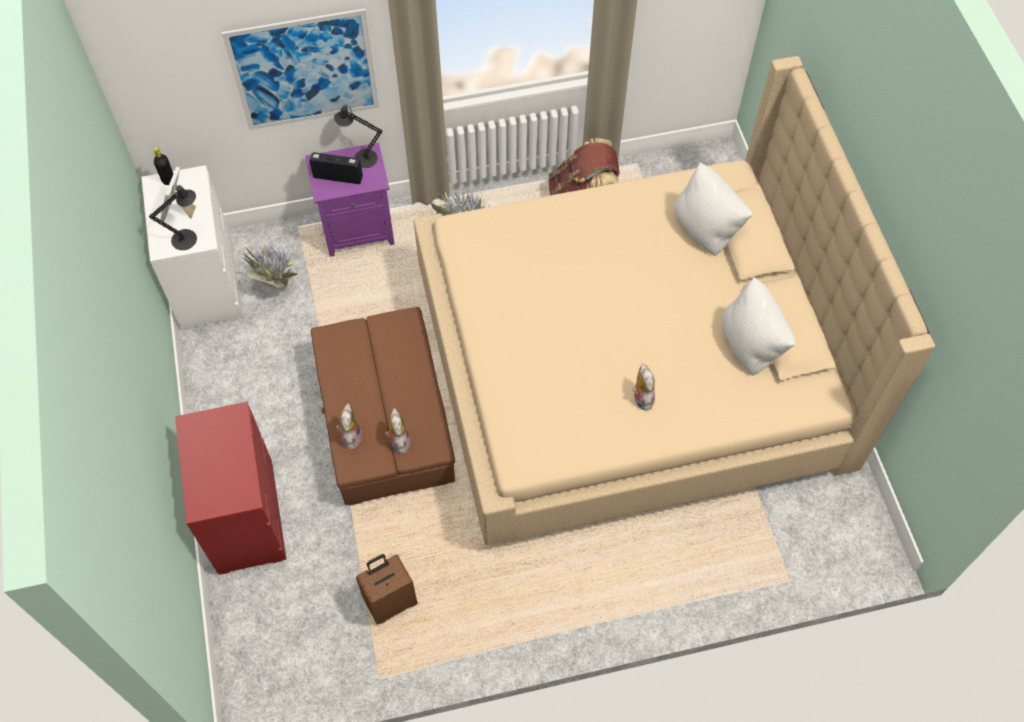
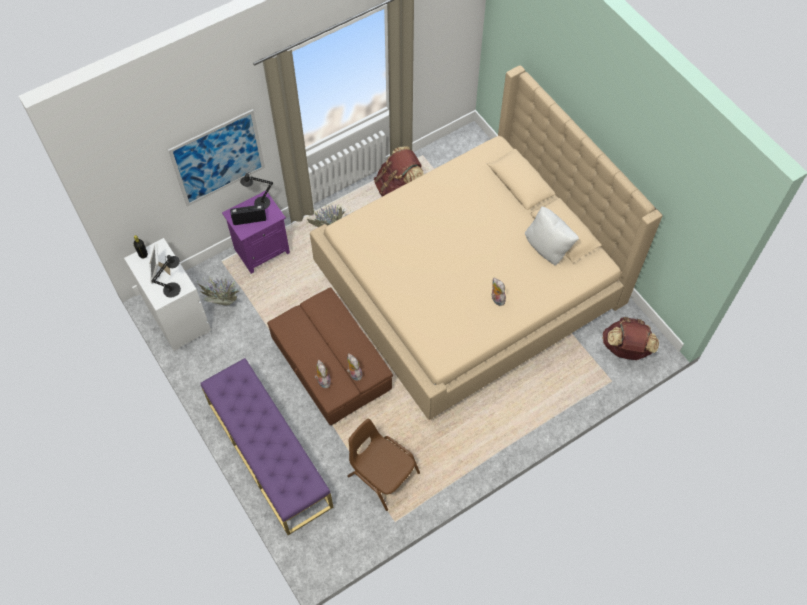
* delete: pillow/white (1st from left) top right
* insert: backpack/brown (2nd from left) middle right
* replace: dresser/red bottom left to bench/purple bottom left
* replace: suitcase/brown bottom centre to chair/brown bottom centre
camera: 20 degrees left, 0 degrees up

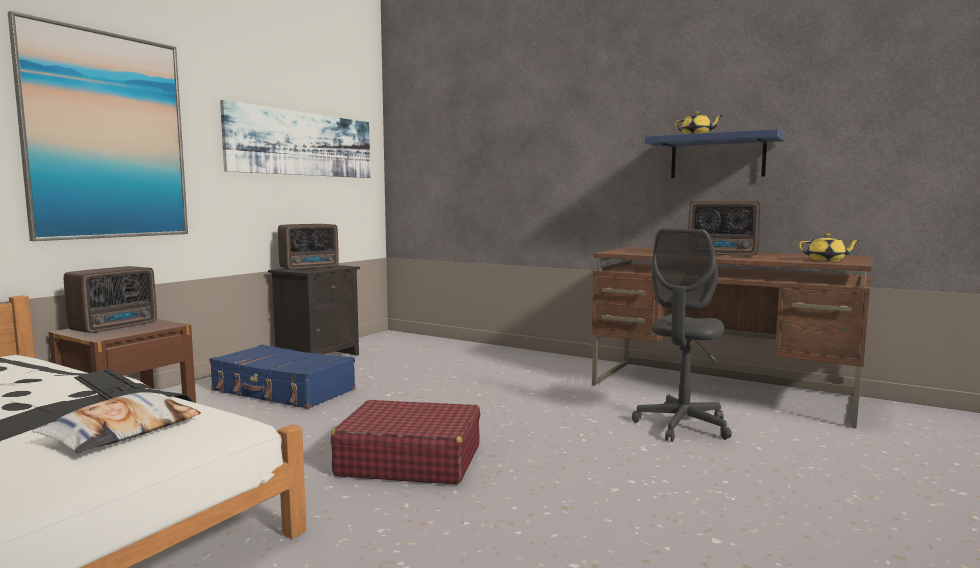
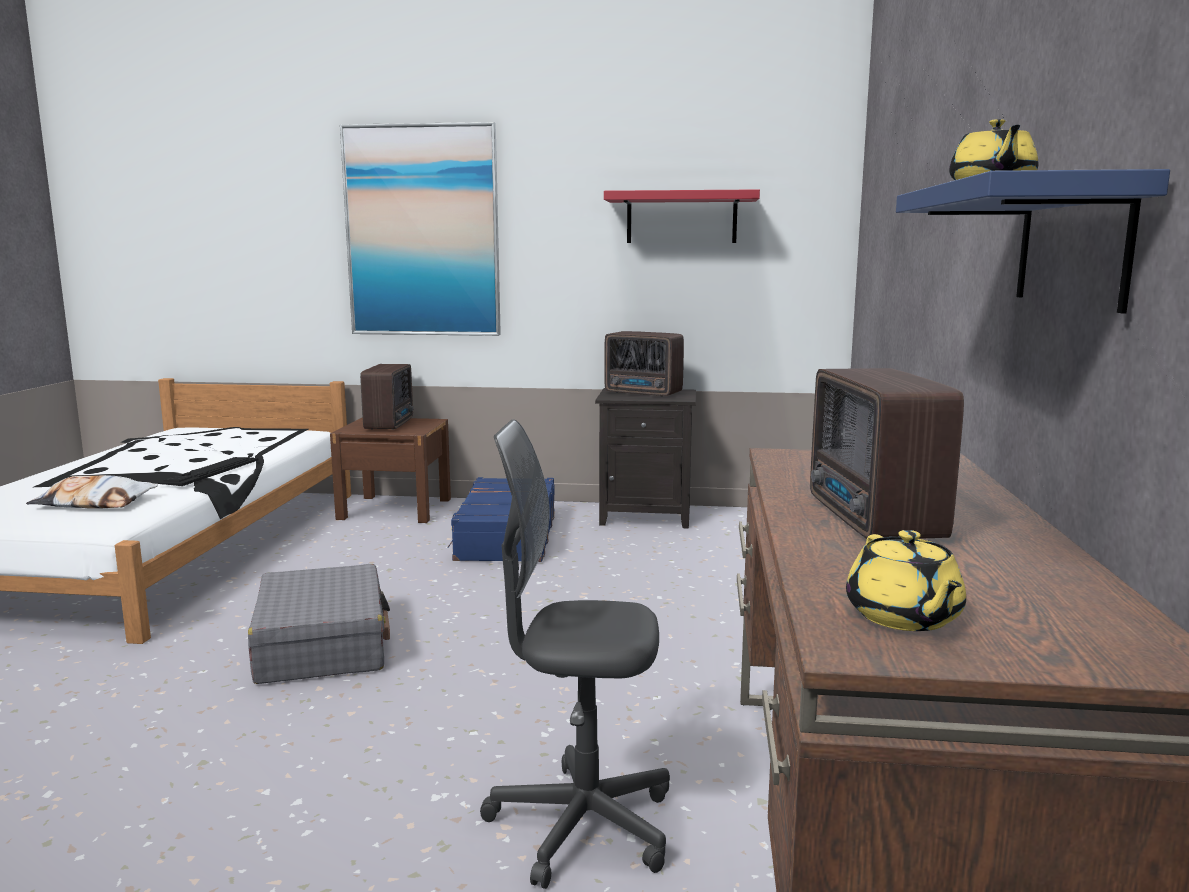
* replace: picture (2nd from left) top left to shelf/red top centre
* recolor: suitcase/red bottom centre to suitcase/grey bottom left
* rotate: radio (1st from left) middle left = middle left 90 degrees counterclockwise
camera: 65 degrees right, 5 degrees up

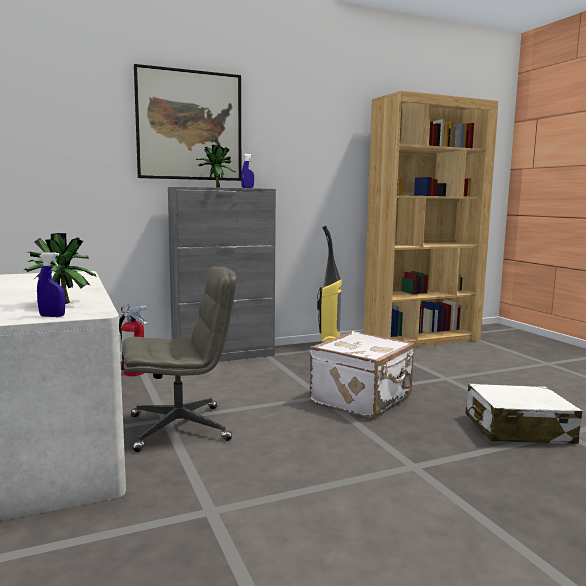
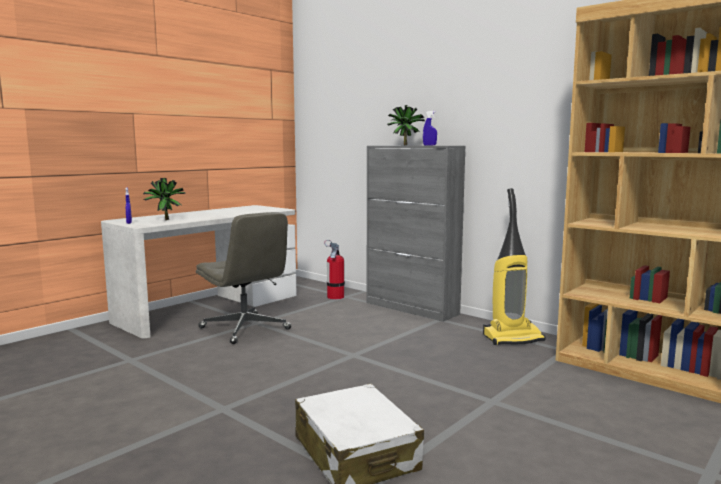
* delete: picture top left
* delete: suitcase/white (1st from left) centre
camera: 65 degrees right, 0 degrees up

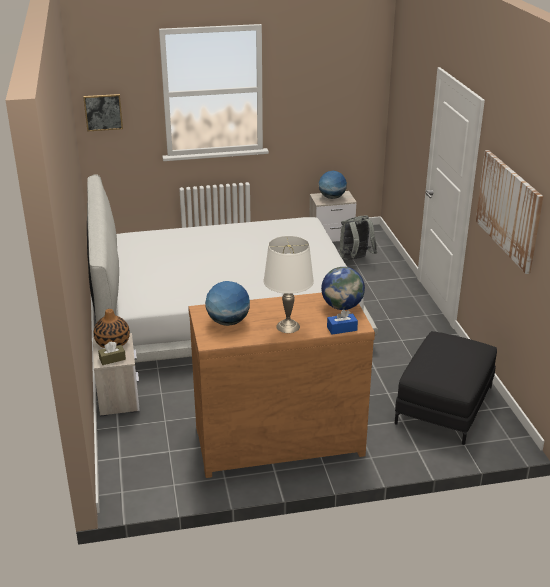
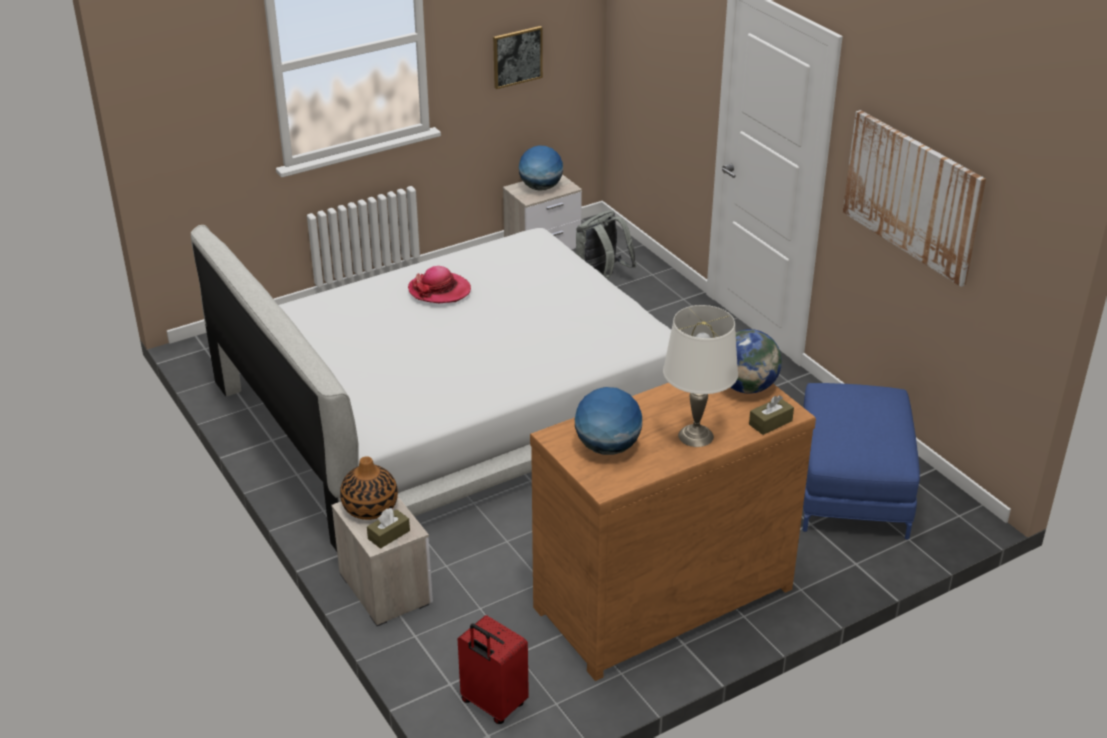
* insert: hat centre
* insert: suitcase/red bottom centre
* move: picture (1st from left) top left to top centre
* recolor: tissue box/blue centre to tissue box/brown (2nd from left) middle right
* recolor: ottoman/black middle right to ottoman/blue middle right
camera: 20 degrees left, 5 degrees up

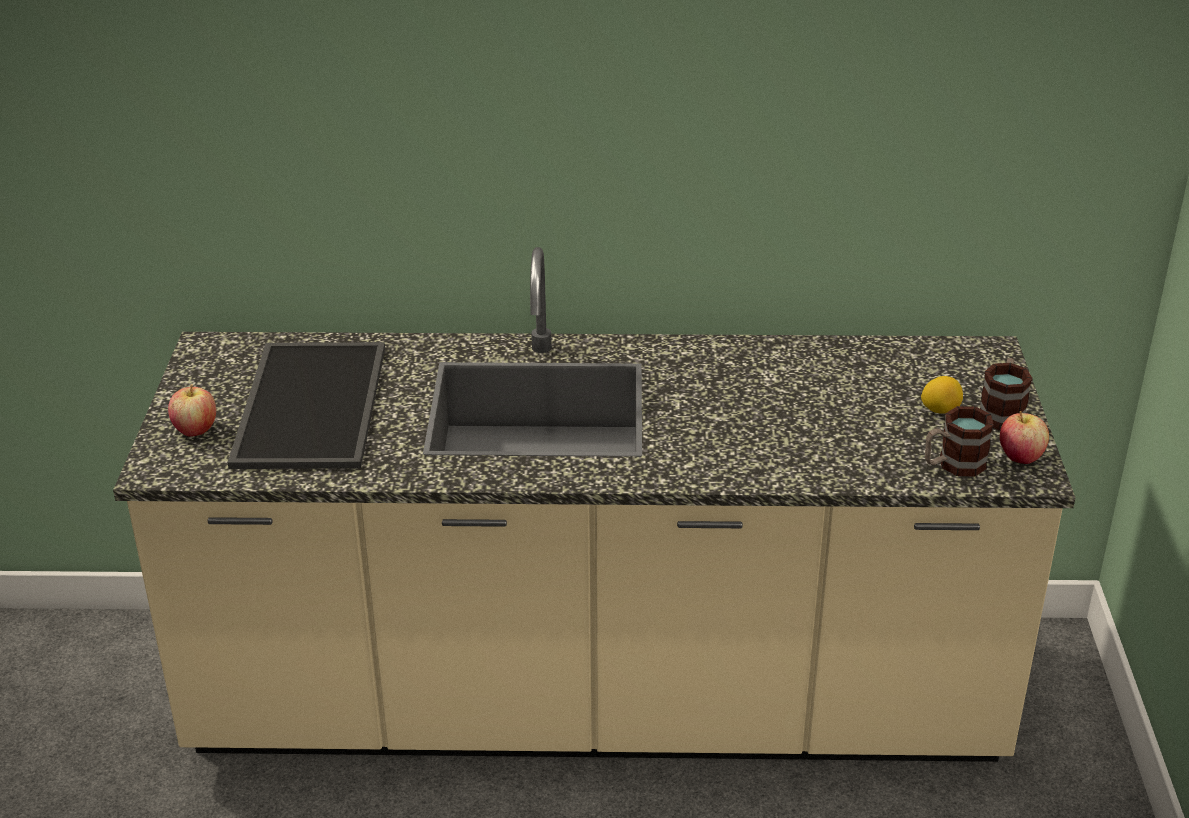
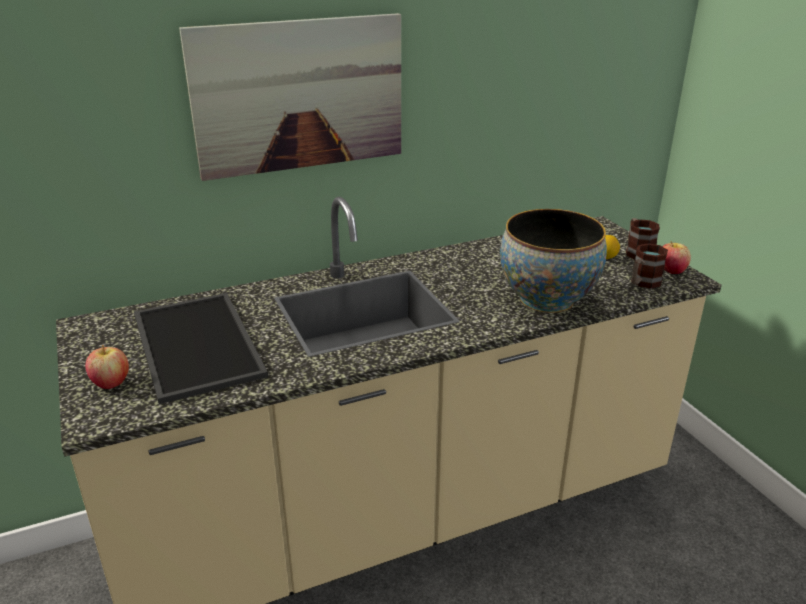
* insert: picture top centre
* insert: bowl middle right
camera: 25 degrees left, 5 degrees down

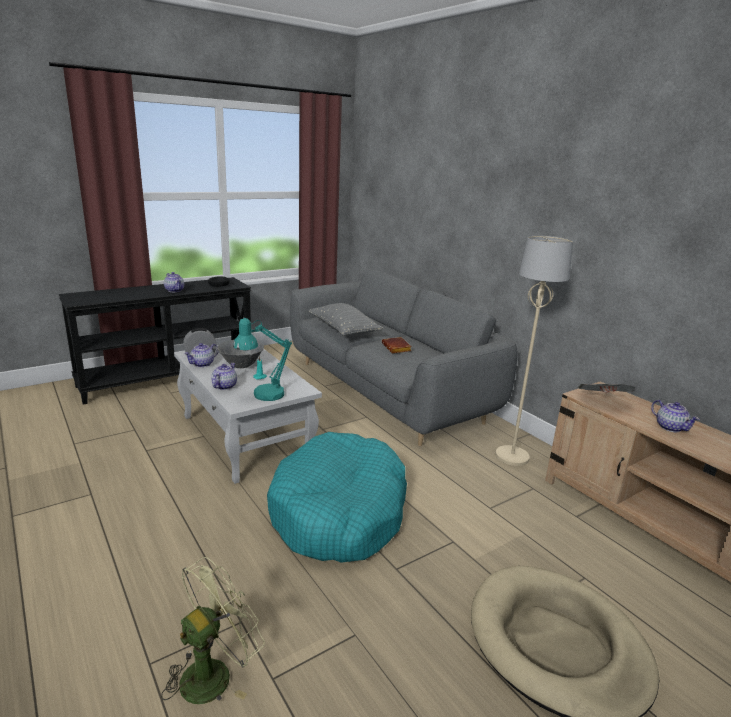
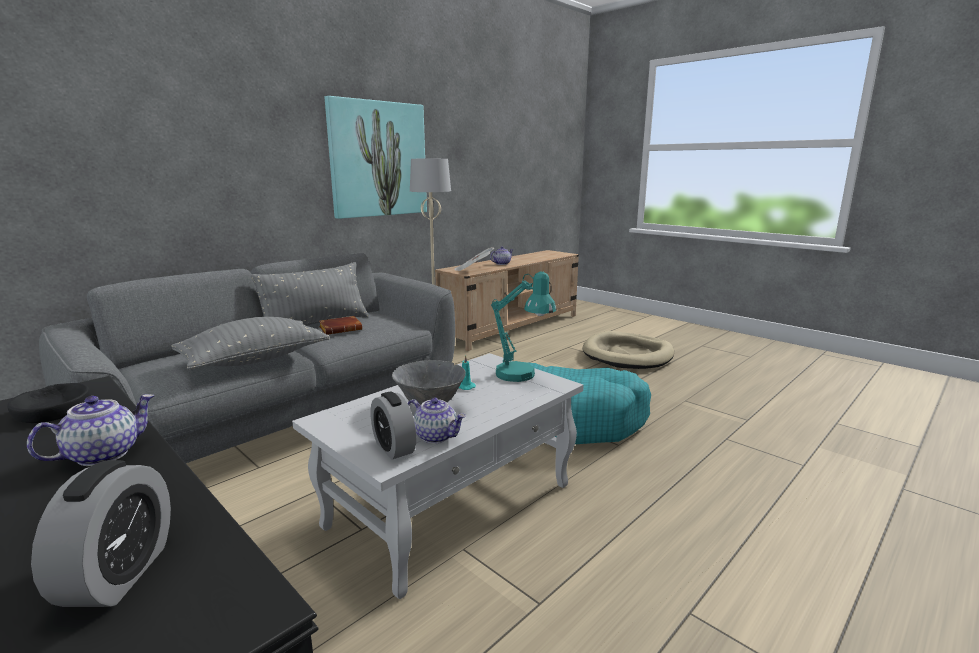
* delete: fan/green bottom left
* delete: teapot (3rd from left) middle left
* insert: alarm clock (1st from left) bottom left
* insert: pillow/grey (2nd from left) middle left
* insert: picture top centre
camera: 100 degrees left, 5 degrees down

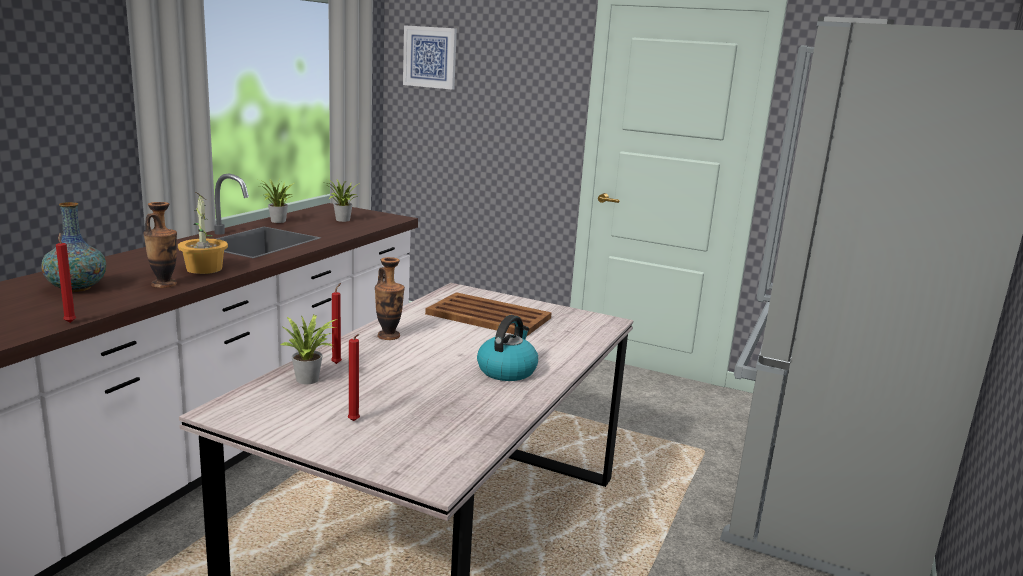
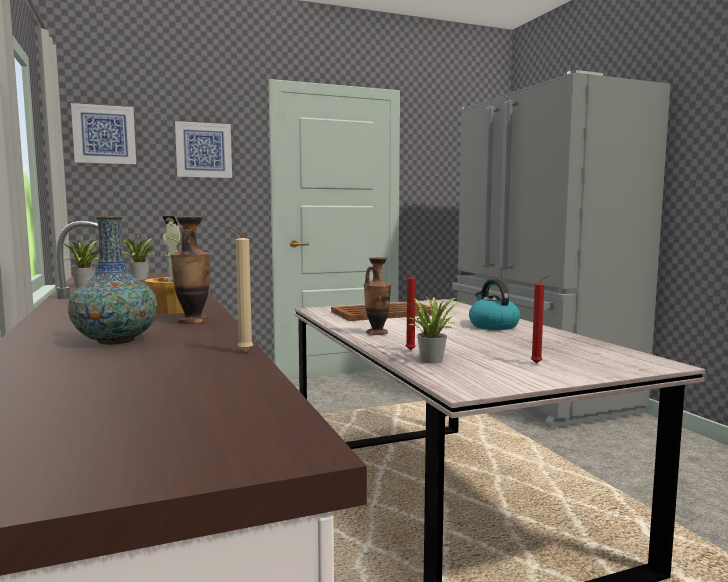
* insert: picture (2nd from left) top left
* recolor: candle/red (1st from left) middle left to candle/beige middle left
camera: 45 degrees left, 10 degrees down

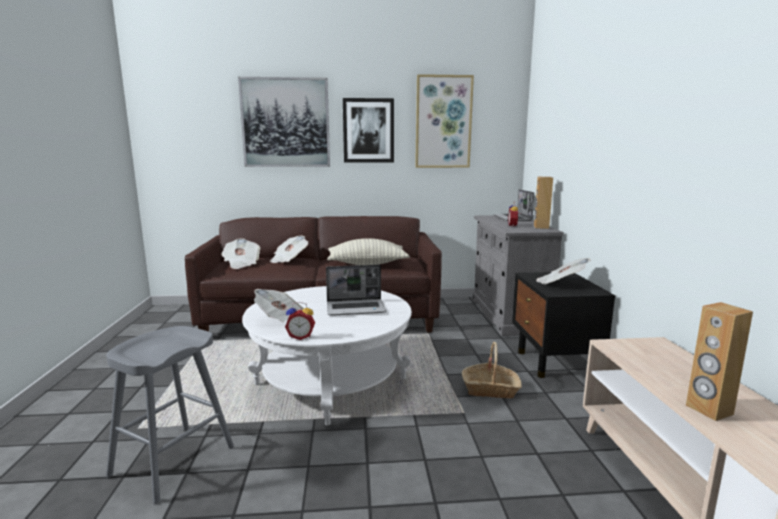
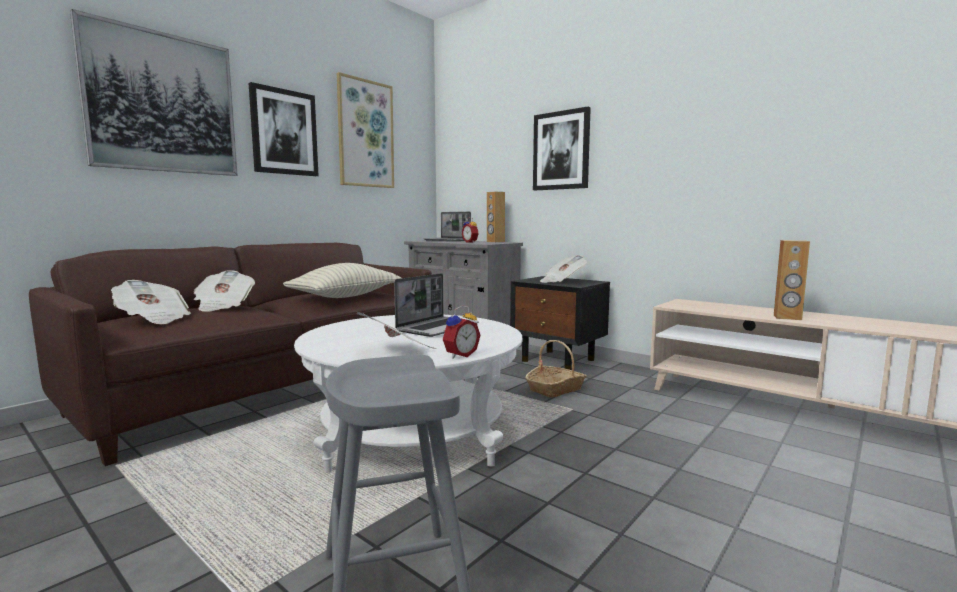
* insert: picture (4th from left) top centre
camera: 45 degrees left, 5 degrees down

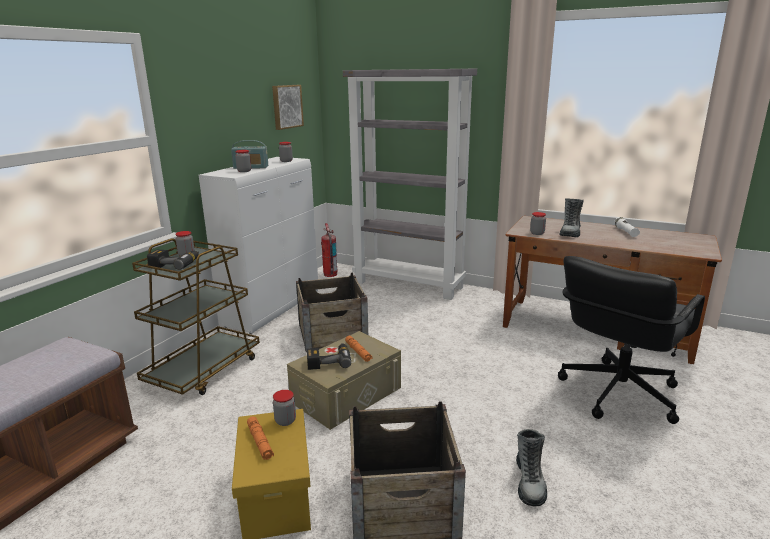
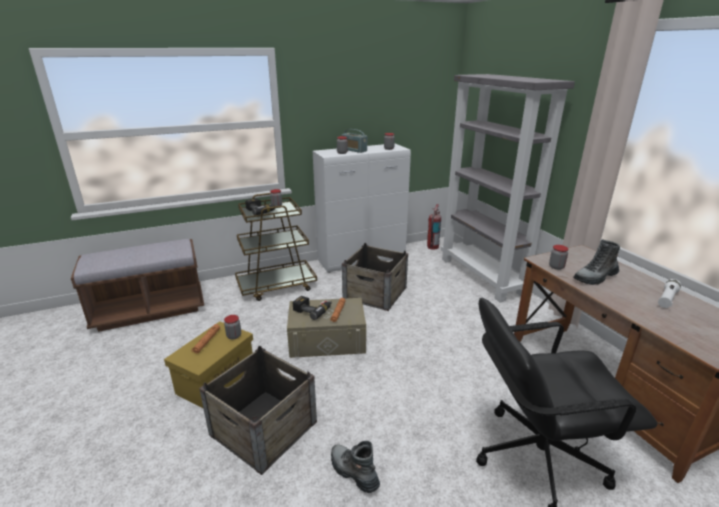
* delete: picture top centre
* rotate: boot (1st from left) bottom right = bottom centre 90 degrees clockwise
camera: 40 degrees right, 5 degrees up

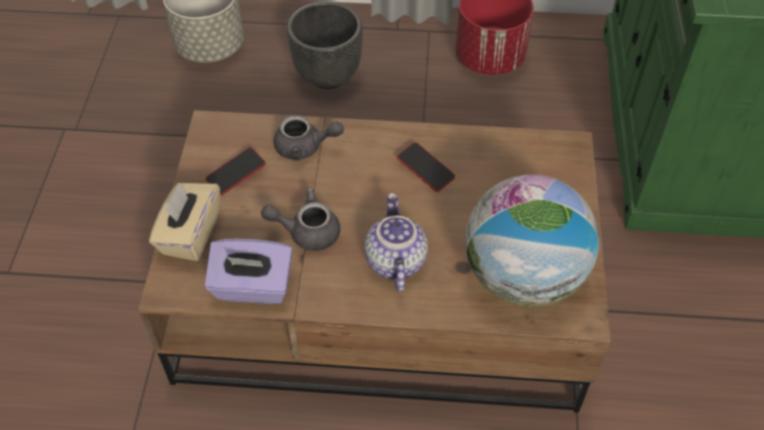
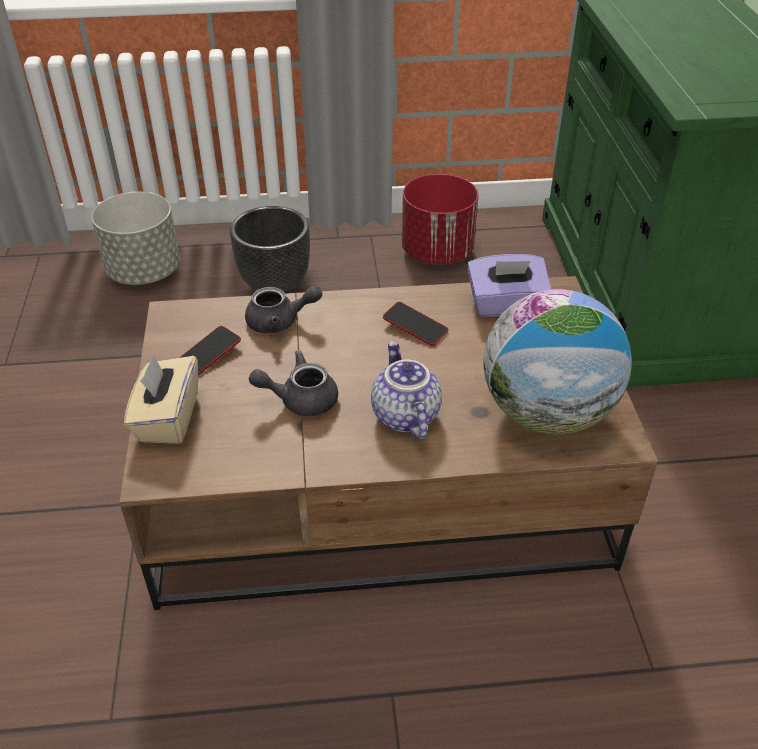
* move: tissue box/purple middle left to middle right
camera: 10 degrees left, 10 degrees down

